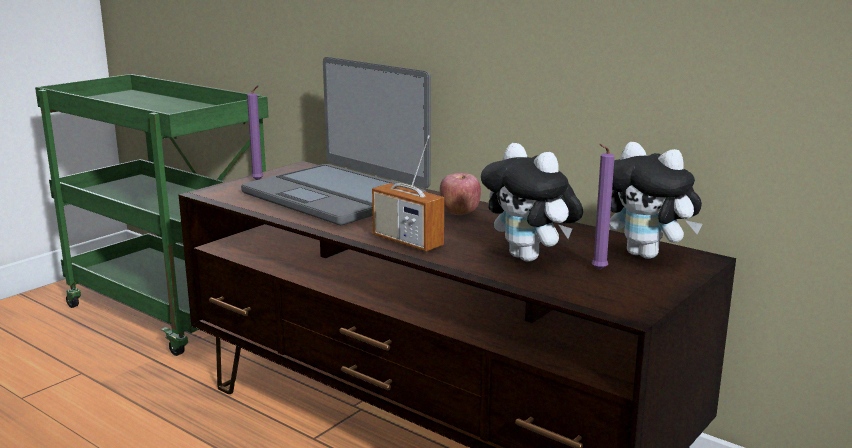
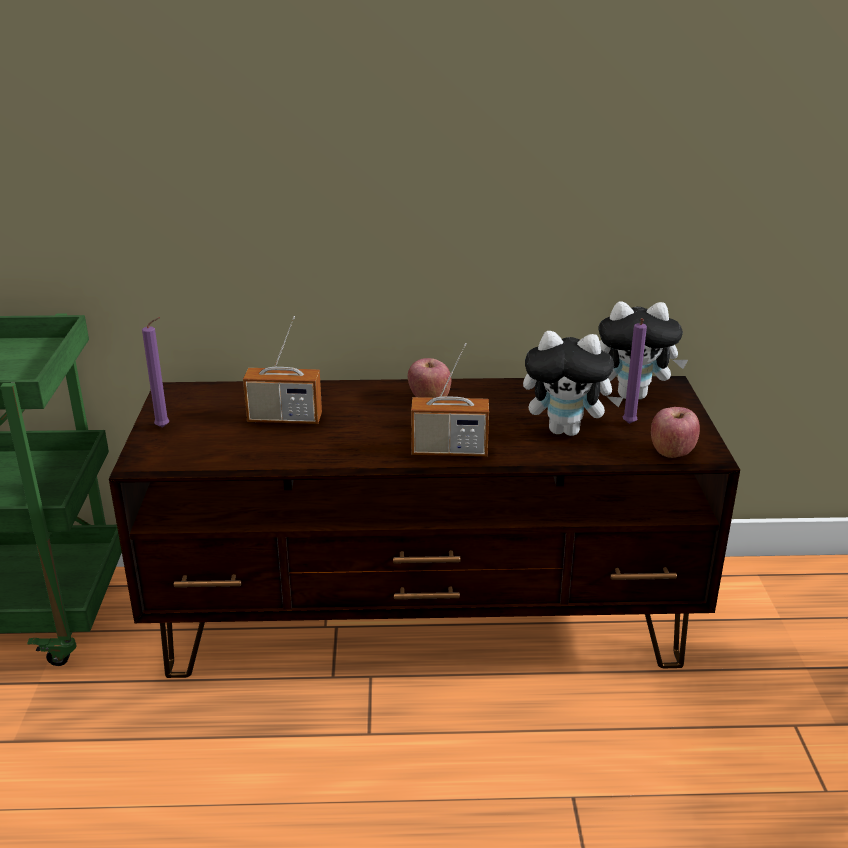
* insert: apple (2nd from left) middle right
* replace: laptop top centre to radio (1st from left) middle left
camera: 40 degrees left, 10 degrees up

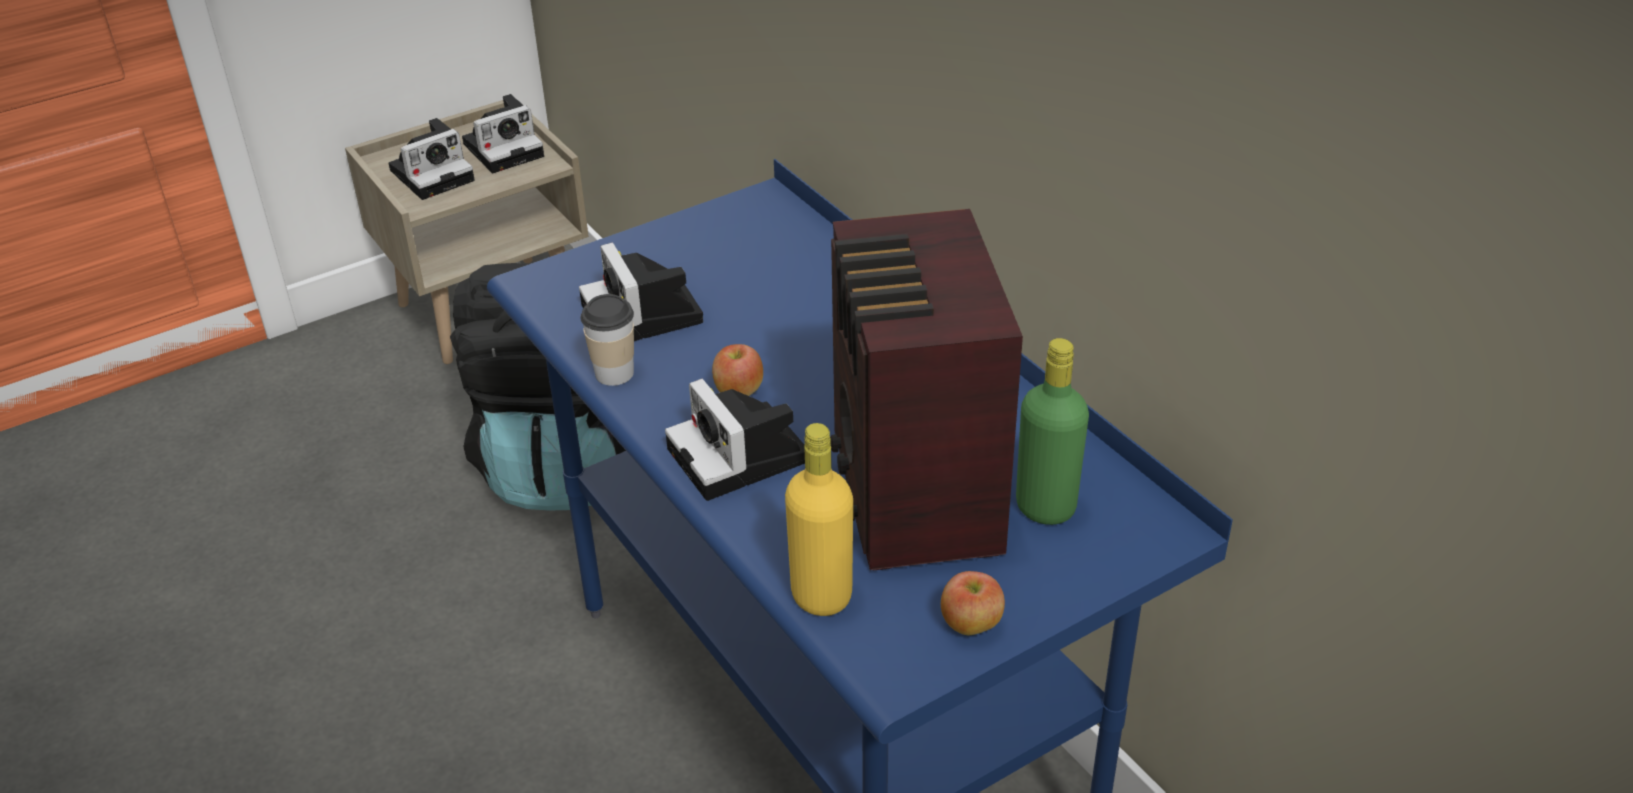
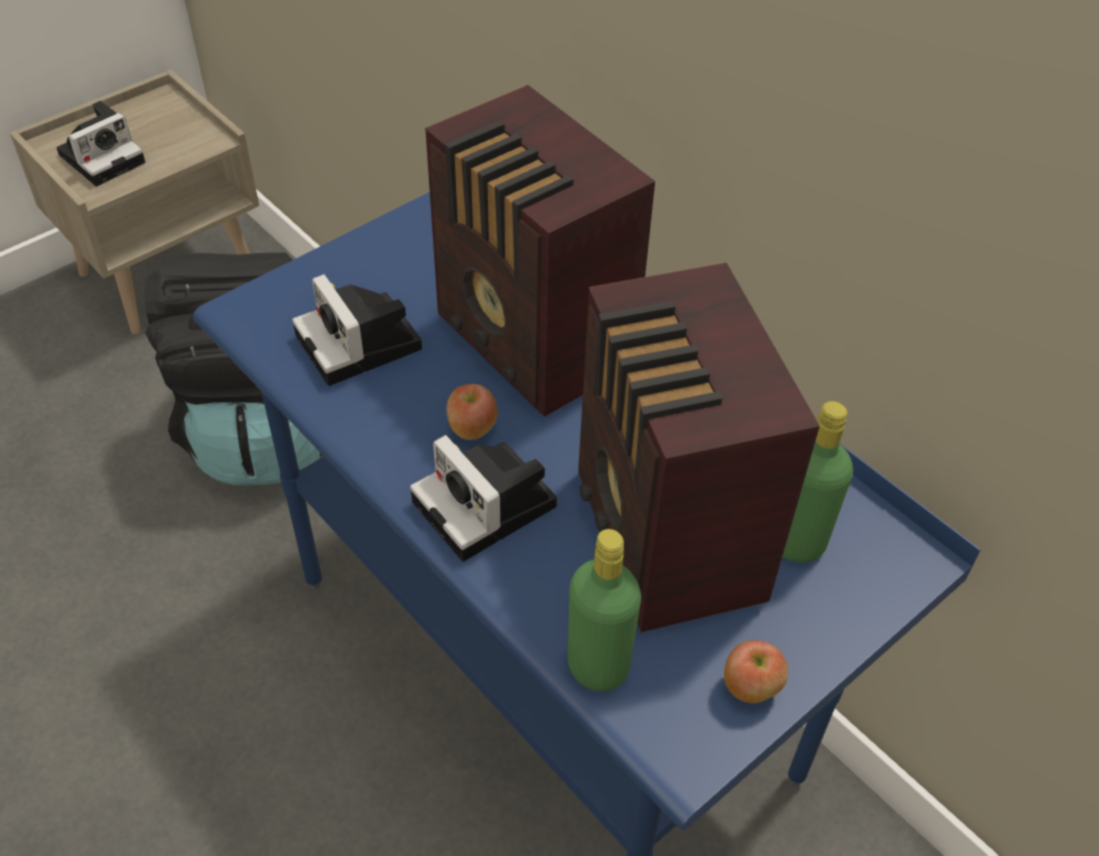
* delete: photo camera (2nd from left) top left
* delete: cup centre
* insert: radio (1st from left) top centre
* recolor: bottle/yellow centre to bottle/green (1st from left) bottom centre
camera: 10 degrees left, 10 degrees up

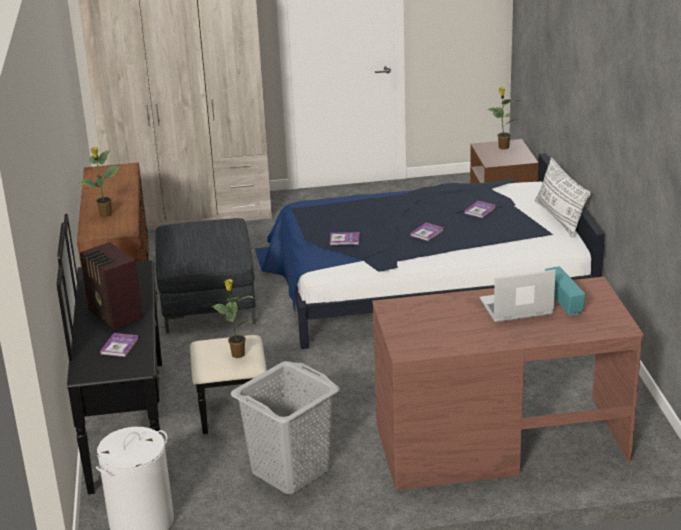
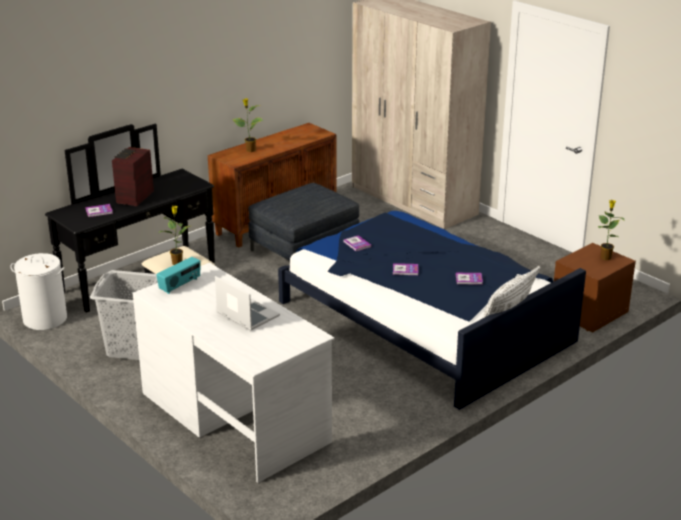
* move: radio (2nd from left) middle right to middle left
* recolor: desk/brown bottom right to desk/white bottom centre
camera: 55 degrees right, 0 degrees up

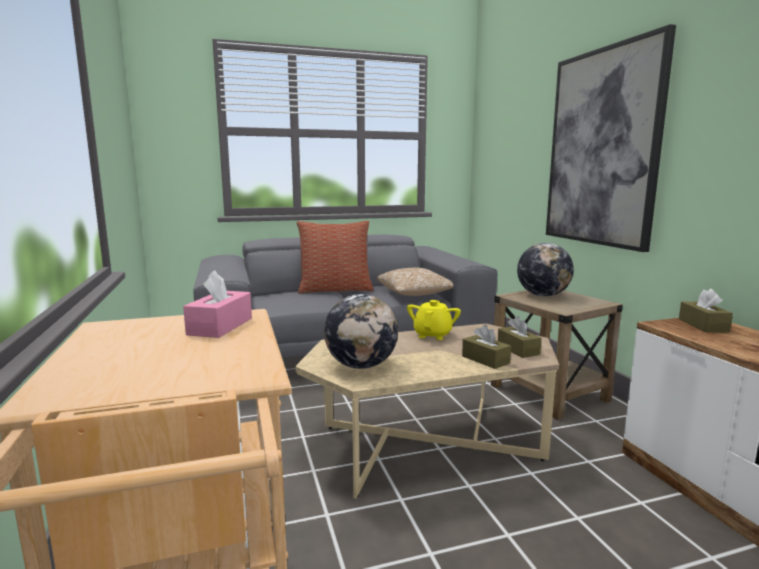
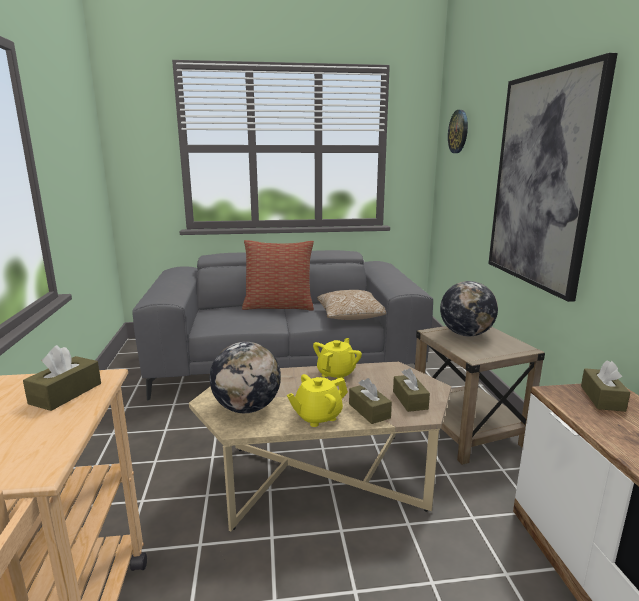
* insert: teapot/yellow (1st from left) centre
* insert: wall clock top right
* recolor: tissue box/pink middle left to tissue box/brown (1st from left) middle left
camera: 10 degrees right, 5 degrees up

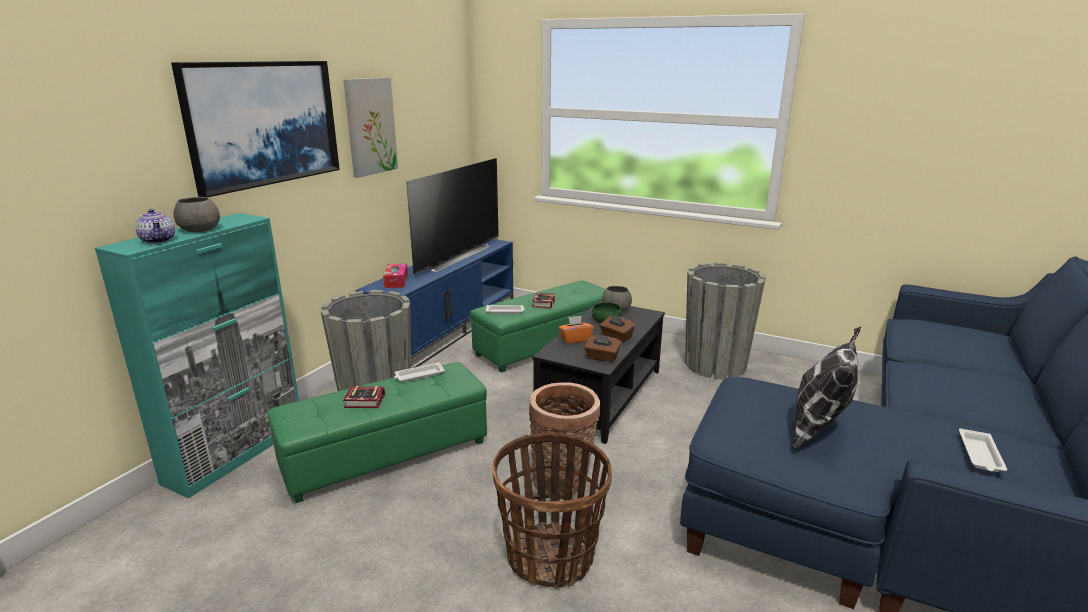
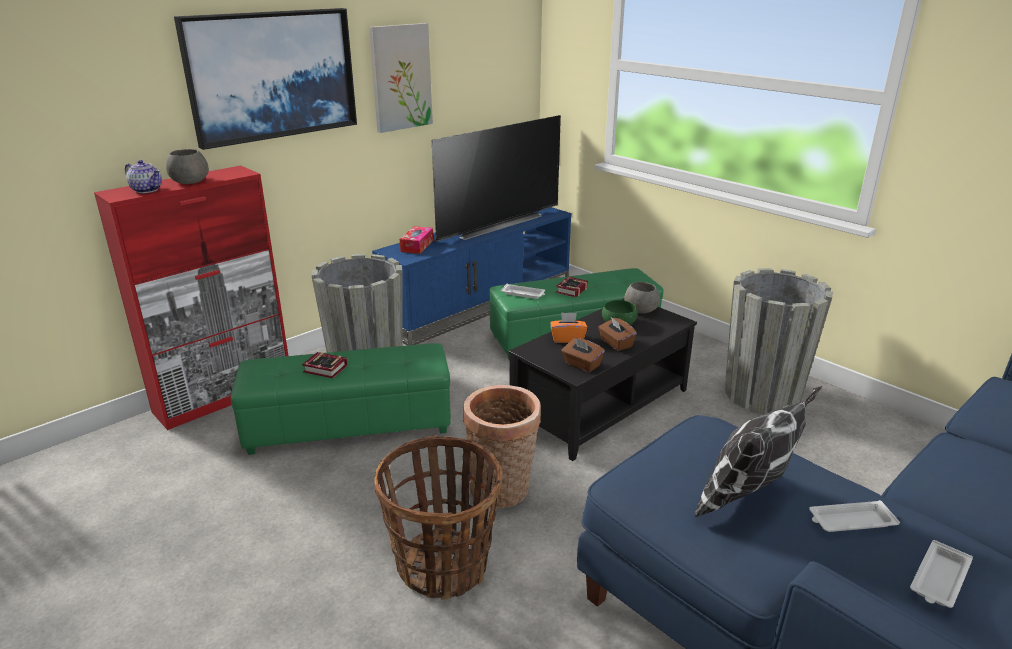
* move: tray/white (1st from left in the first image) centre to tray/white (2nd from left) bottom right
* recolor: cabinet/turquoise middle left to cabinet/red middle left
* rotate: teapot middle left = top left 45 degrees counterclockwise
camera: 20 degrees right, 5 degrees up

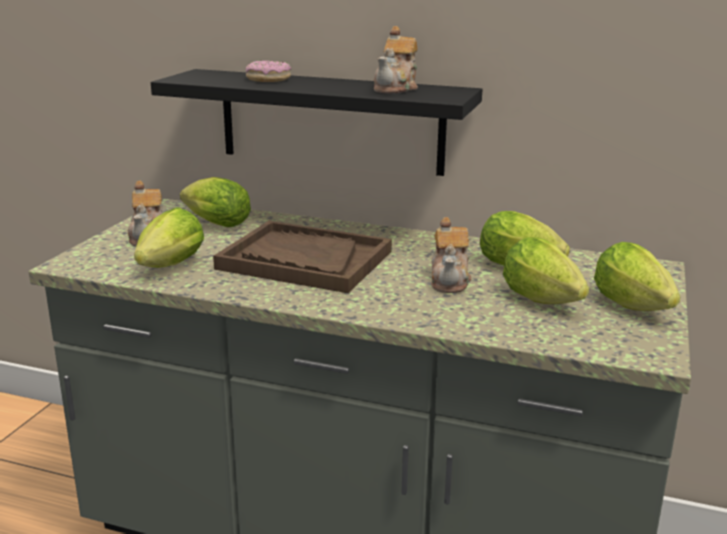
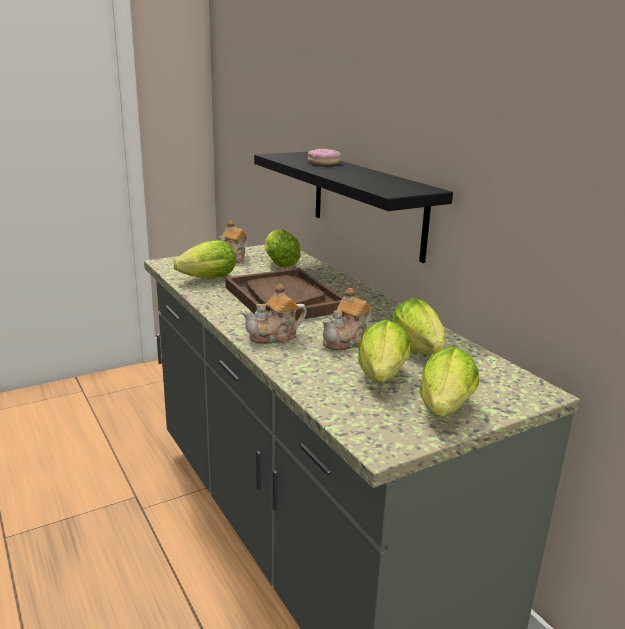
* move: teapot (2nd from left) top centre to centre
camera: 40 degrees right, 0 degrees up

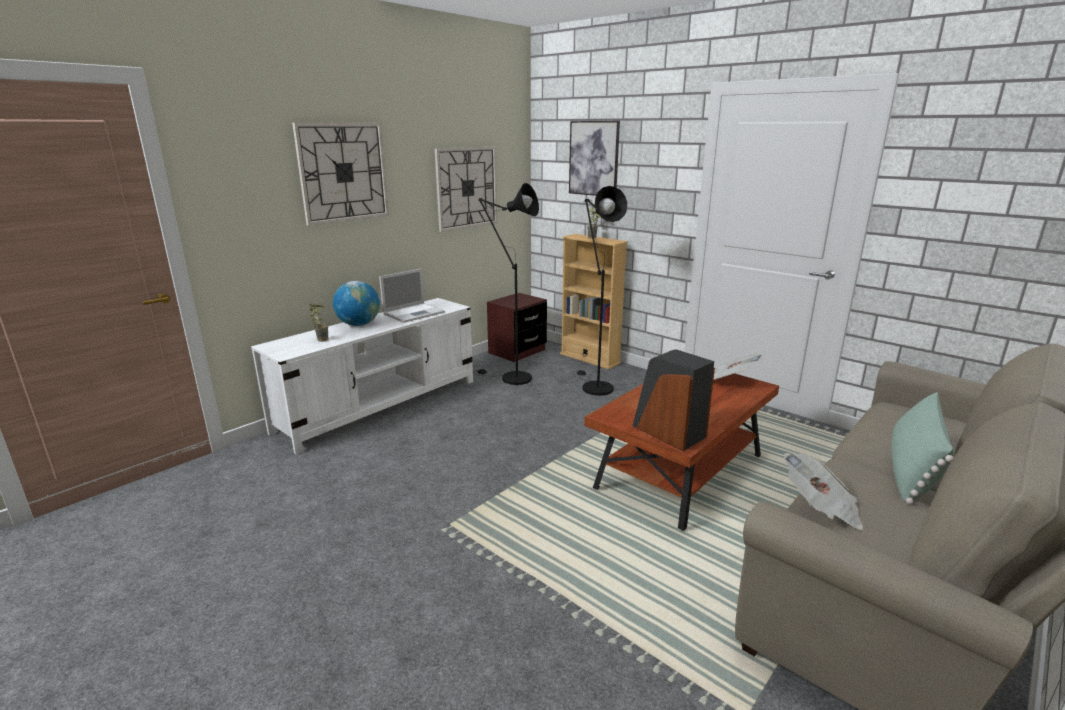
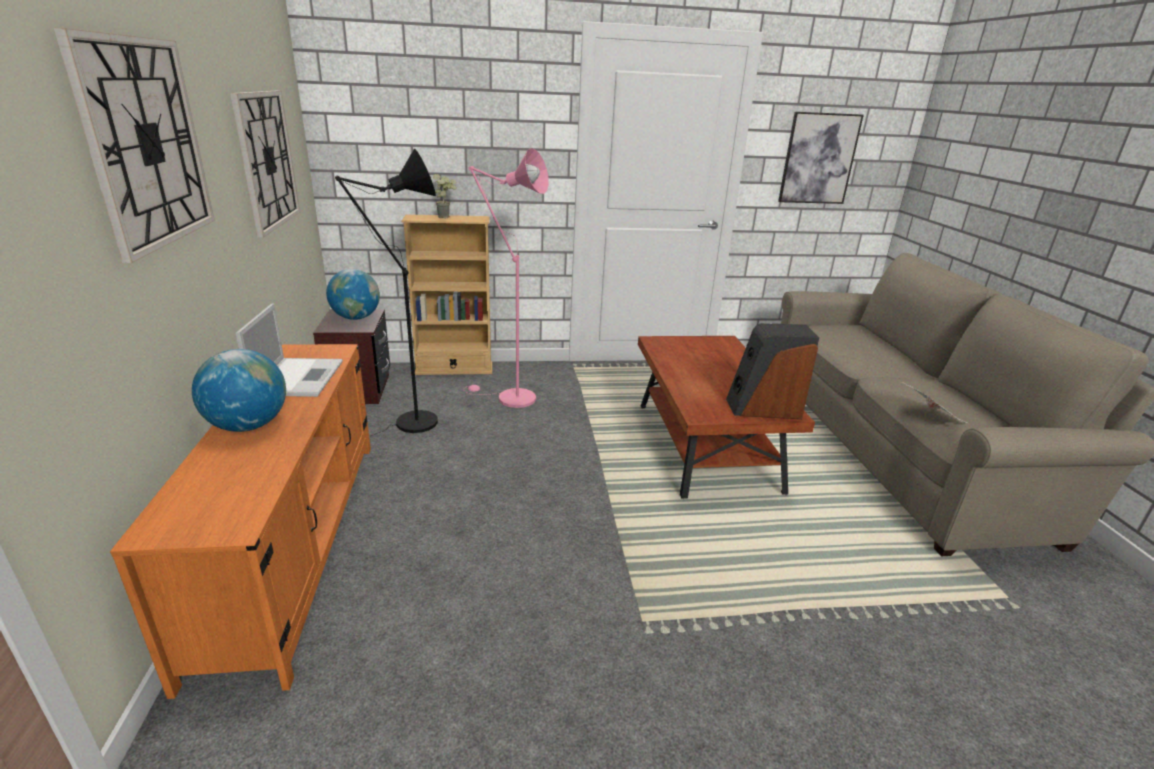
* delete: potted plant (1st from left) middle left
* delete: newspaper (1st from left) middle right
* delete: pillow/green middle right
* insert: globe (2nd from left) middle left
* move: picture top centre to top right
* recolor: tv stand/white centre to tv stand/orange bottom left
* recolor: floor lamp/black (2nd from left) centre to floor lamp/pink centre
camera: 50 degrees left, 5 degrees up

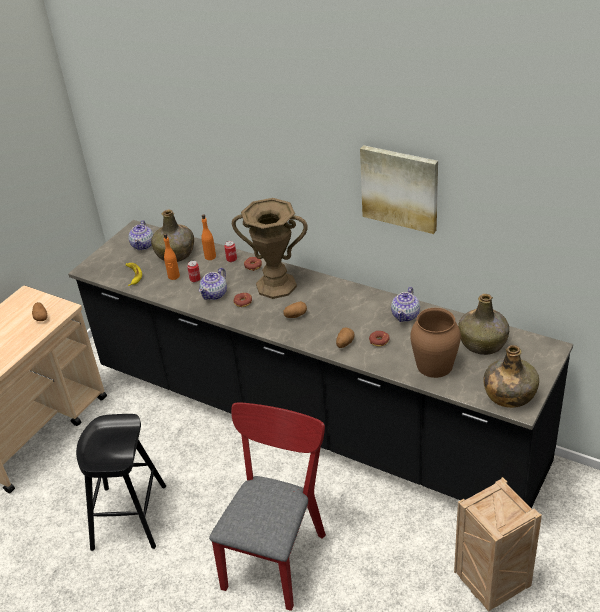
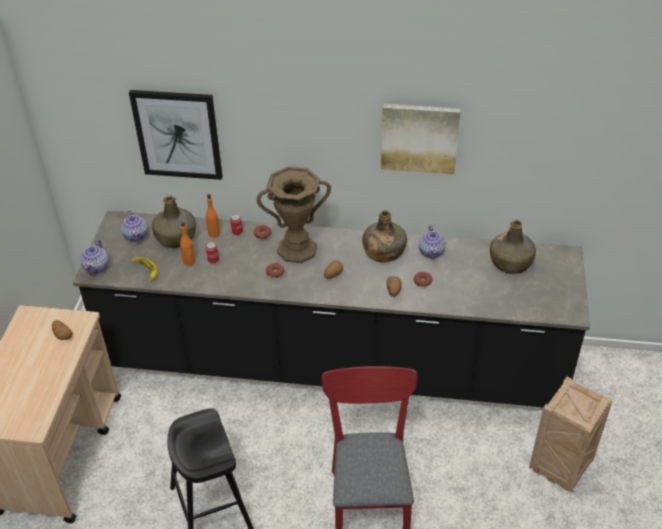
* delete: vase/brown (2nd from left) middle right
* insert: picture (1st from left) top left
* move: teapot (2nd from left in the first image) centre to teapot (1st from left) middle left
* move: bottle/green (3rd from left in the first image) middle right to bottle/green (2nd from left) centre
camera: 25 degrees left, 5 degrees up

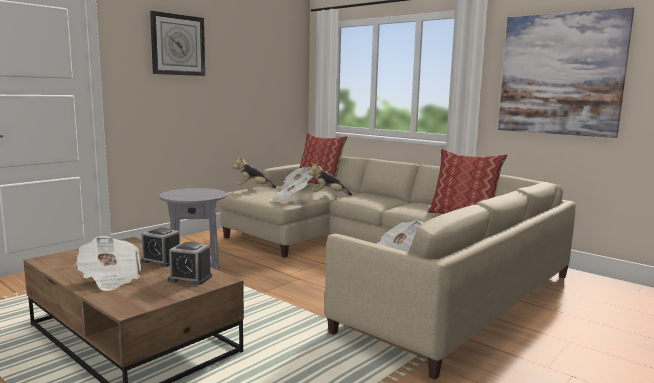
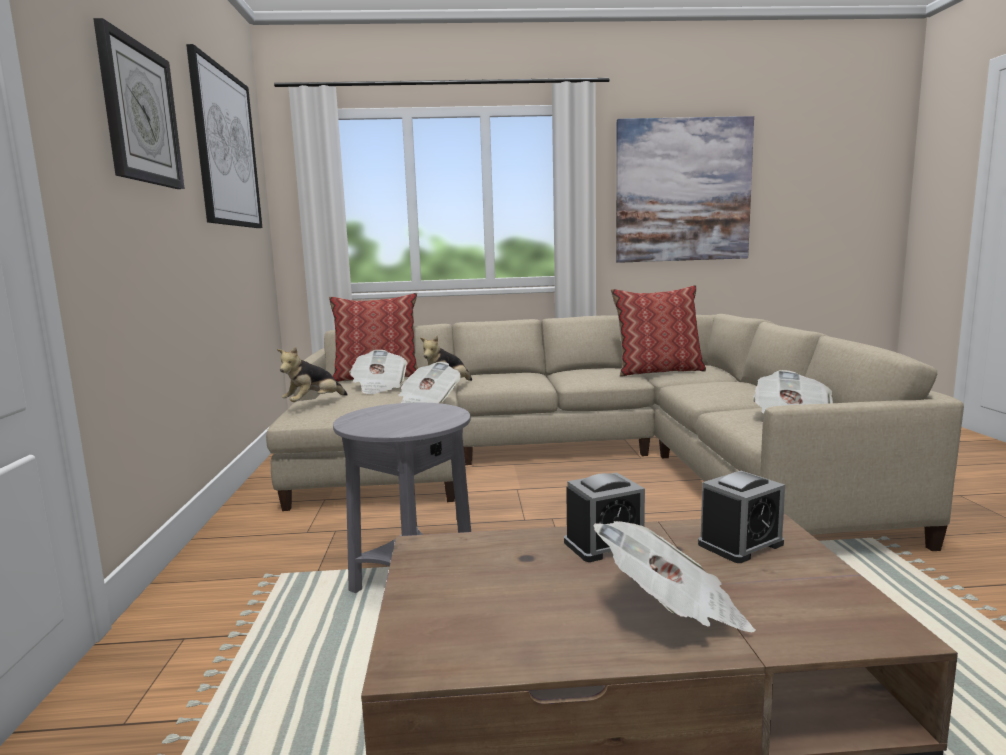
* insert: picture (1st from left) top left
camera: 45 degrees left, 0 degrees up

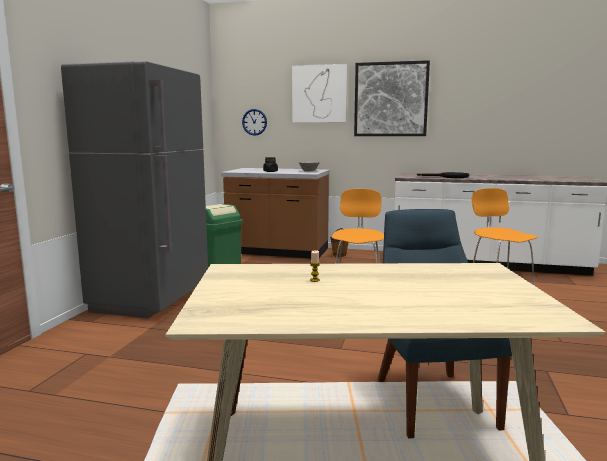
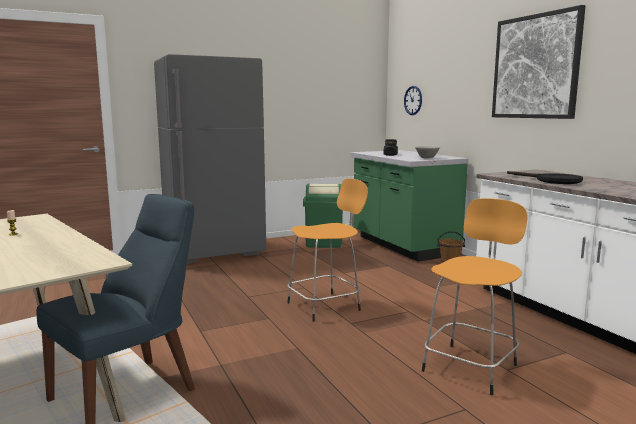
* delete: picture (1st from left) top centre
* recolor: counter/brown centre to counter/green centre
camera: 50 degrees right, 0 degrees up

